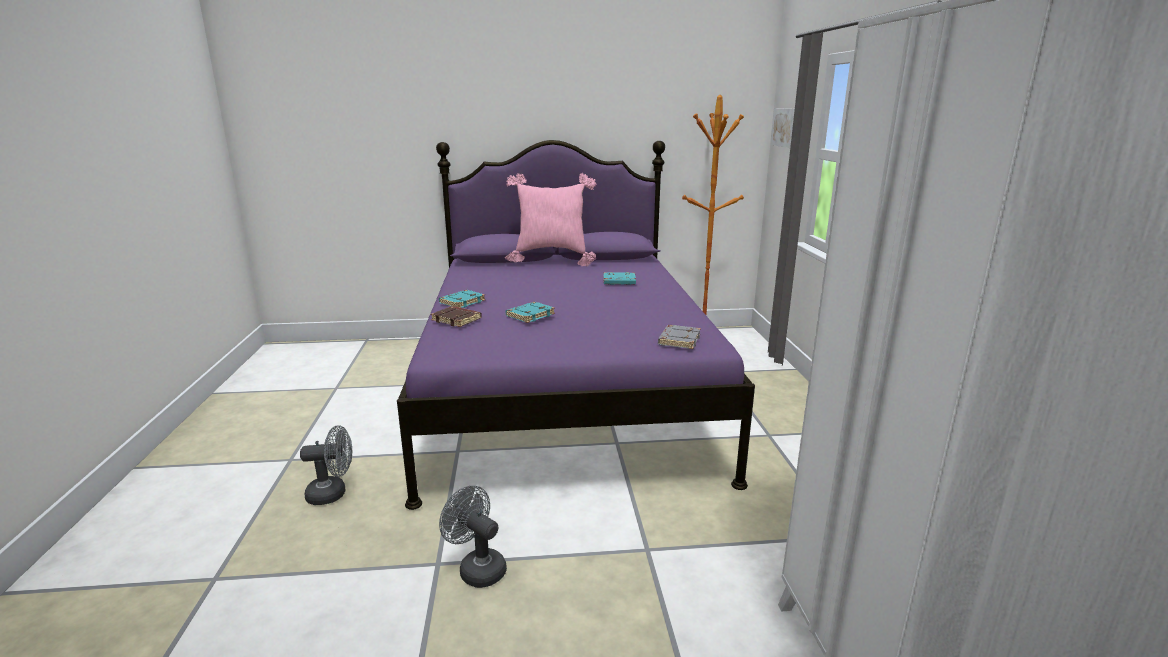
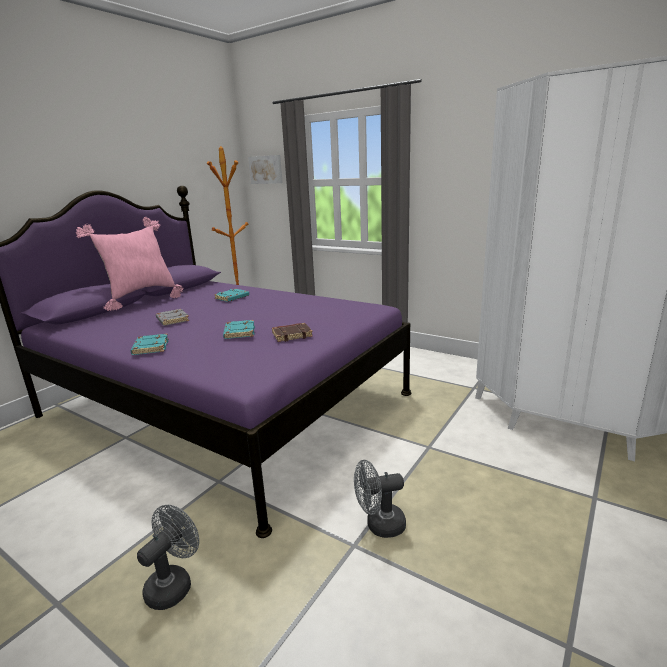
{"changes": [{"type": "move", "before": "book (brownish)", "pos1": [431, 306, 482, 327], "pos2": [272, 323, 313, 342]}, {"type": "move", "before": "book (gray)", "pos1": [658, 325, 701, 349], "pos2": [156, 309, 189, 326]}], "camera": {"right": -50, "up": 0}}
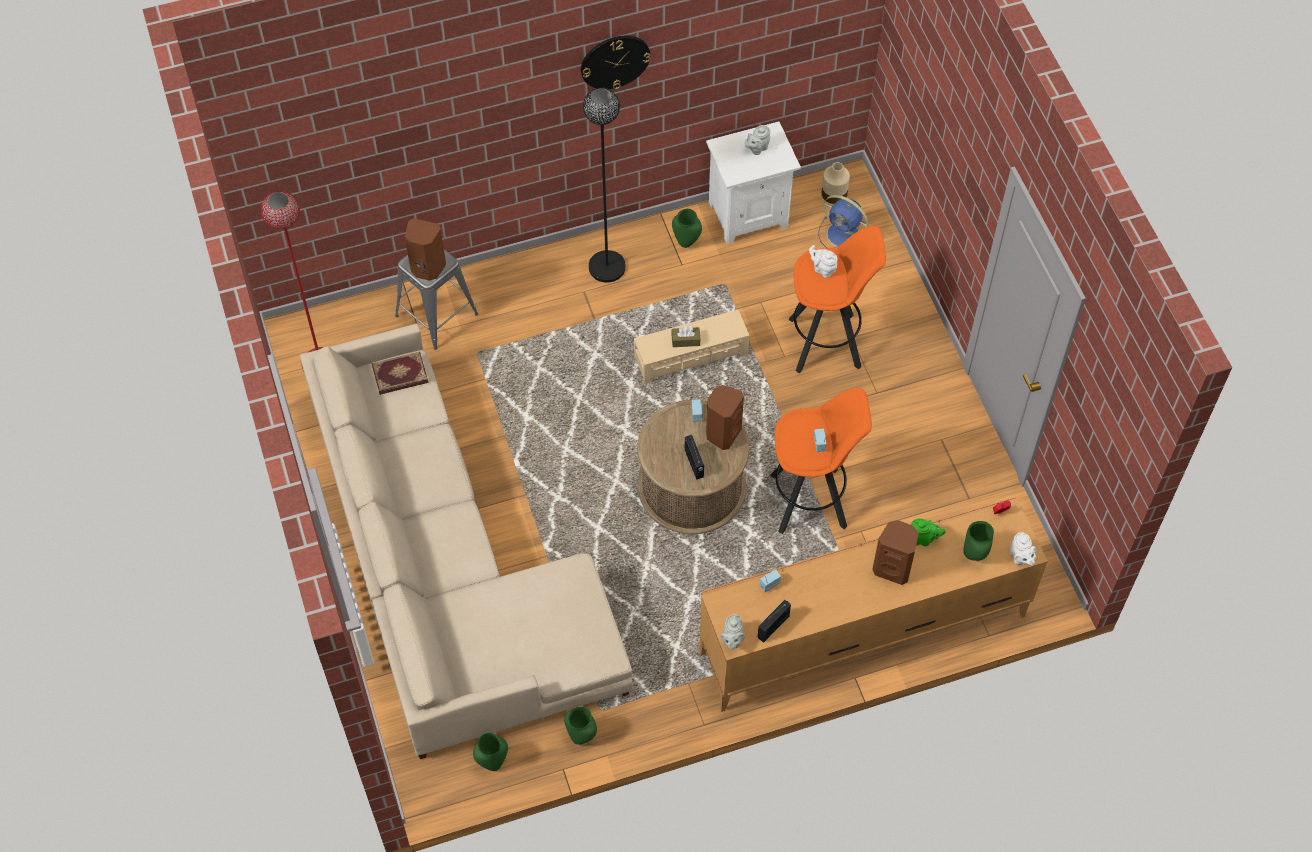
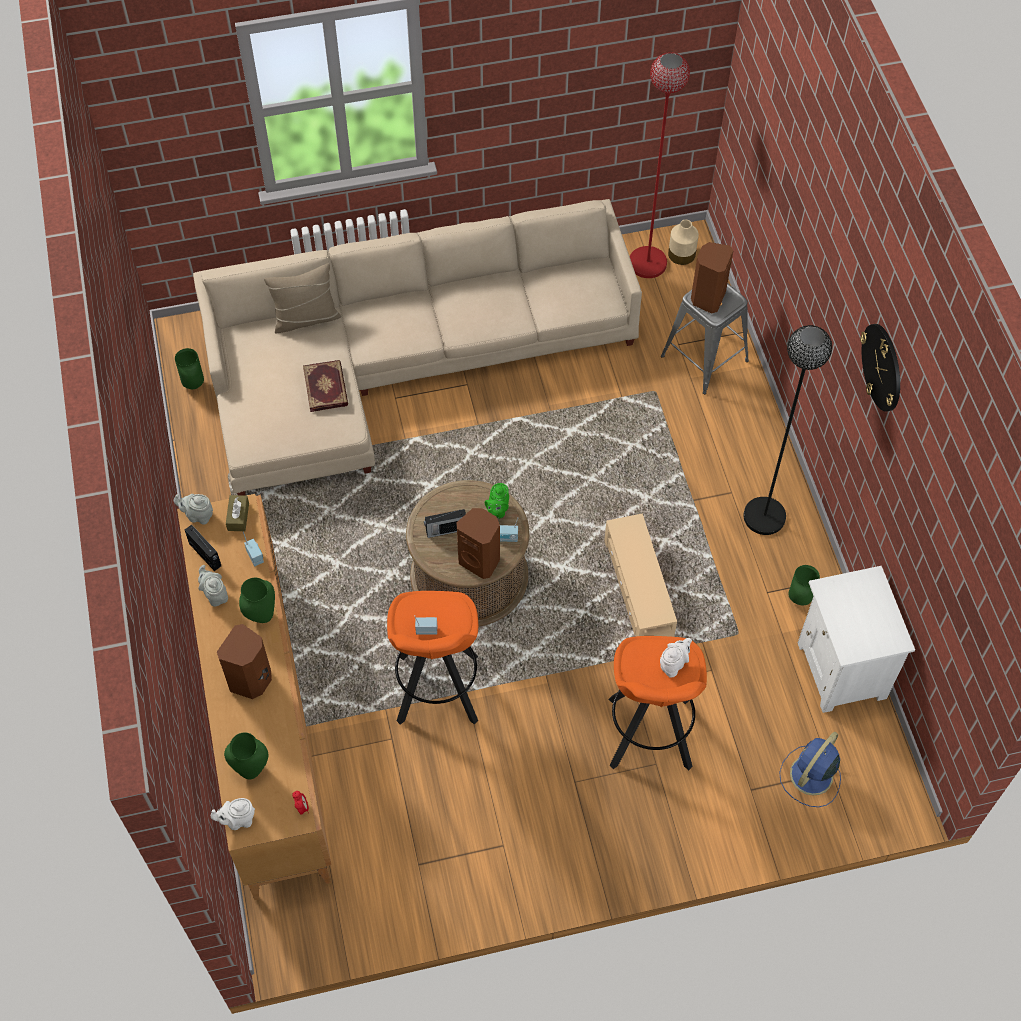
{"changes": [{"type": "move", "before": "book", "pos1": [371, 352, 428, 395], "pos2": [303, 360, 348, 412]}, {"type": "move", "before": "vase (greenish)", "pos1": [564, 707, 597, 745], "pos2": [239, 578, 275, 623]}, {"type": "move", "before": "tissue box (brownish)", "pos1": [671, 326, 701, 347], "pos2": [226, 495, 249, 531]}, {"type": "move", "before": "teapot (gray)", "pos1": [745, 125, 770, 155], "pos2": [198, 565, 228, 607]}, {"type": "move", "before": "vase (sand-coloured)", "pos1": [821, 162, 850, 204], "pos2": [668, 220, 699, 265]}, {"type": "move", "before": "teapot (greenish)", "pos1": [911, 518, 946, 546], "pos2": [485, 483, 509, 519]}, {"type": "insert", "after": "pillow (sand-coloured)", "pos2": [264, 263, 341, 333]}], "camera": {"right": 95, "up": 0}}
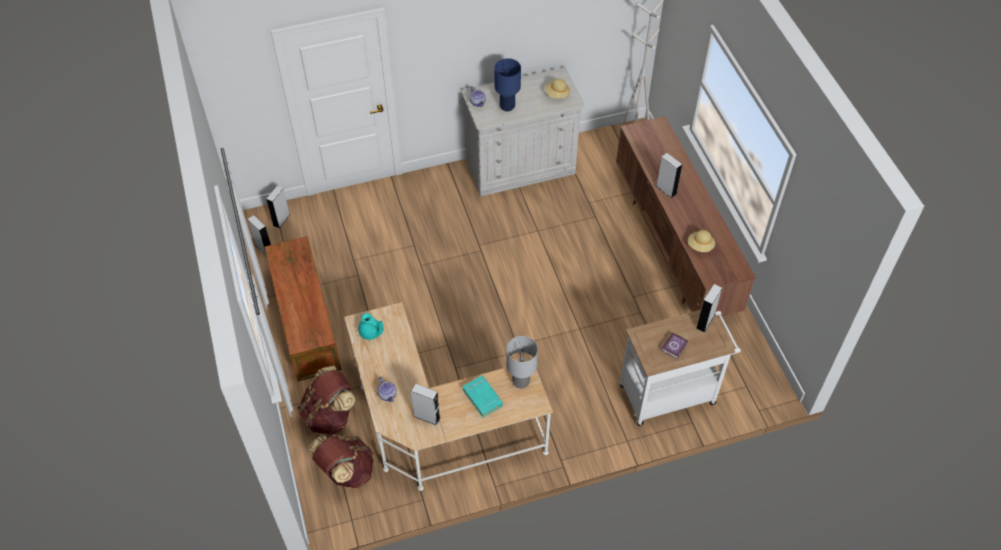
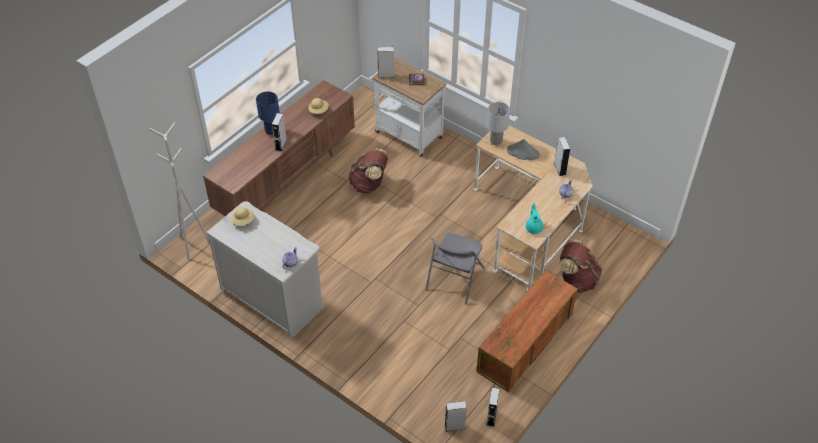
{"changes": [{"type": "move", "before": "knapsack (brownish)", "pos1": [307, 435, 373, 488], "pos2": [348, 148, 388, 193]}, {"type": "replace", "before": "book (turquoise)", "after": "hat (gray)", "pos1": [462, 376, 503, 418], "pos2": [507, 139, 540, 160]}, {"type": "move", "before": "table lamp (bluish)", "pos1": [494, 58, 521, 111], "pos2": [256, 92, 280, 135]}, {"type": "insert", "after": "upright chair (gray)", "pos2": [425, 233, 485, 304]}], "camera": {"right": -125, "up": -5}}
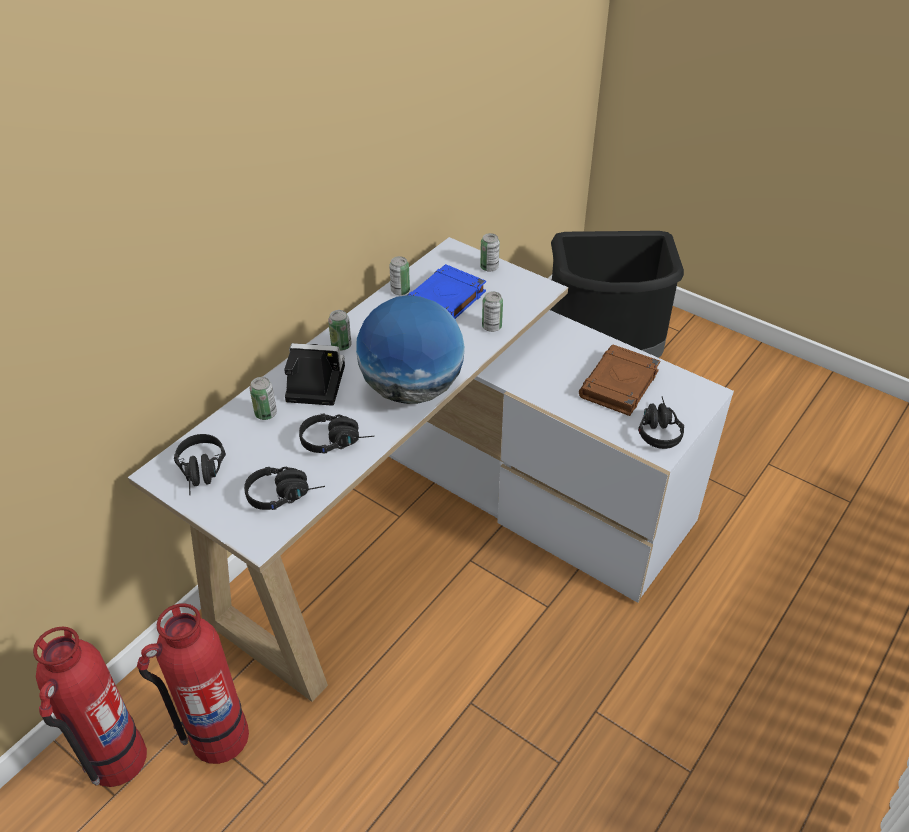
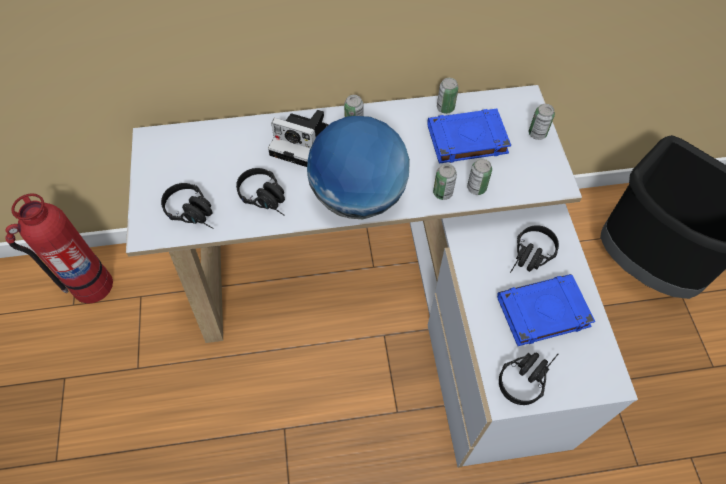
{"changes": [{"type": "delete", "before": "extinguisher", "pos1": [137, 603, 249, 764]}, {"type": "move", "before": "headphones (black-coloured)", "pos1": [174, 434, 226, 495], "pos2": [510, 225, 559, 273]}, {"type": "move", "before": "can", "pos1": [250, 377, 277, 420], "pos2": [433, 164, 457, 200]}, {"type": "rotate", "before": "photo camera", "pos1": [284, 343, 345, 406], "pos2": [268, 110, 329, 167], "turn": 150}, {"type": "recolor", "before": "book (brownish)", "after": "book (bluish)", "pos1": [579, 345, 660, 416], "pos2": [497, 274, 595, 346]}], "camera": {"right": 45, "up": 15}}
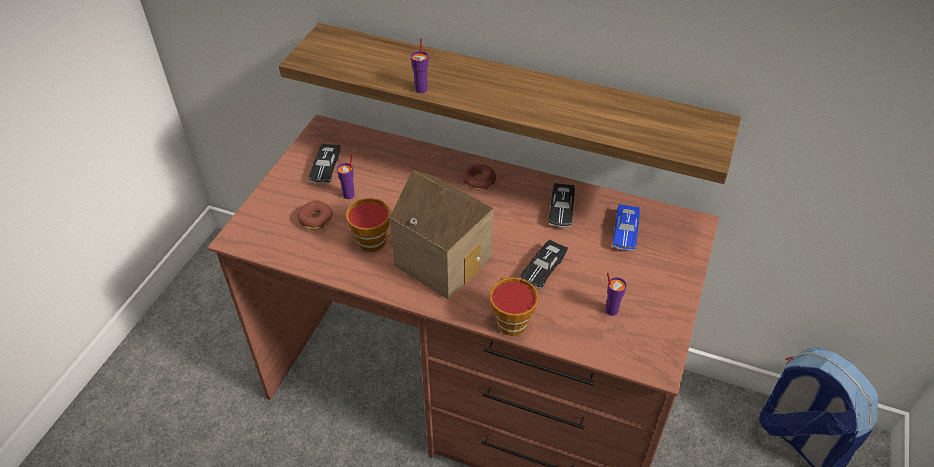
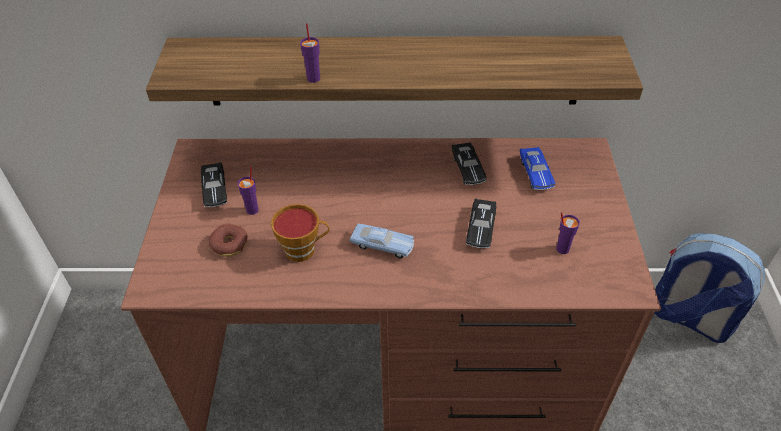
{"changes": [{"type": "replace", "before": "toy house", "after": "toy car (bluish)", "pos1": [389, 170, 493, 300], "pos2": [349, 224, 414, 258]}, {"type": "delete", "before": "doughnut", "pos1": [462, 164, 496, 190]}, {"type": "delete", "before": "drinking cup", "pos1": [490, 277, 539, 336]}], "camera": {"right": -20, "up": 0}}
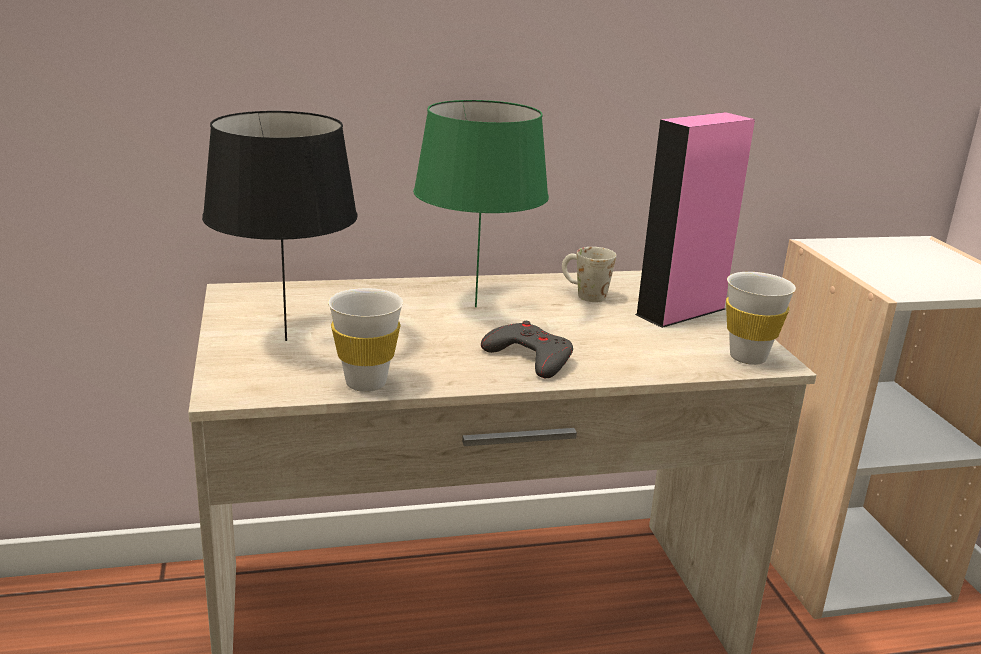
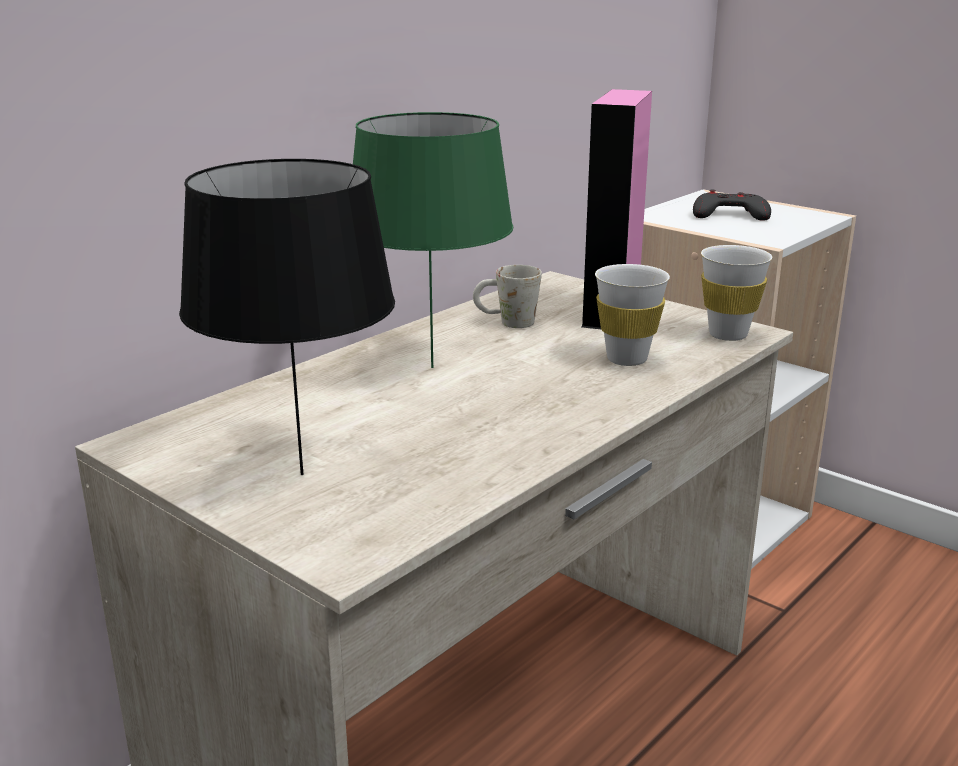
{"changes": [{"type": "move", "before": "drinking cup (whitish)", "pos1": [328, 288, 403, 392], "pos2": [595, 264, 670, 366]}, {"type": "move", "before": "game controller (gray)", "pos1": [481, 321, 573, 378], "pos2": [693, 189, 771, 221]}], "camera": {"right": -35, "up": 0}}
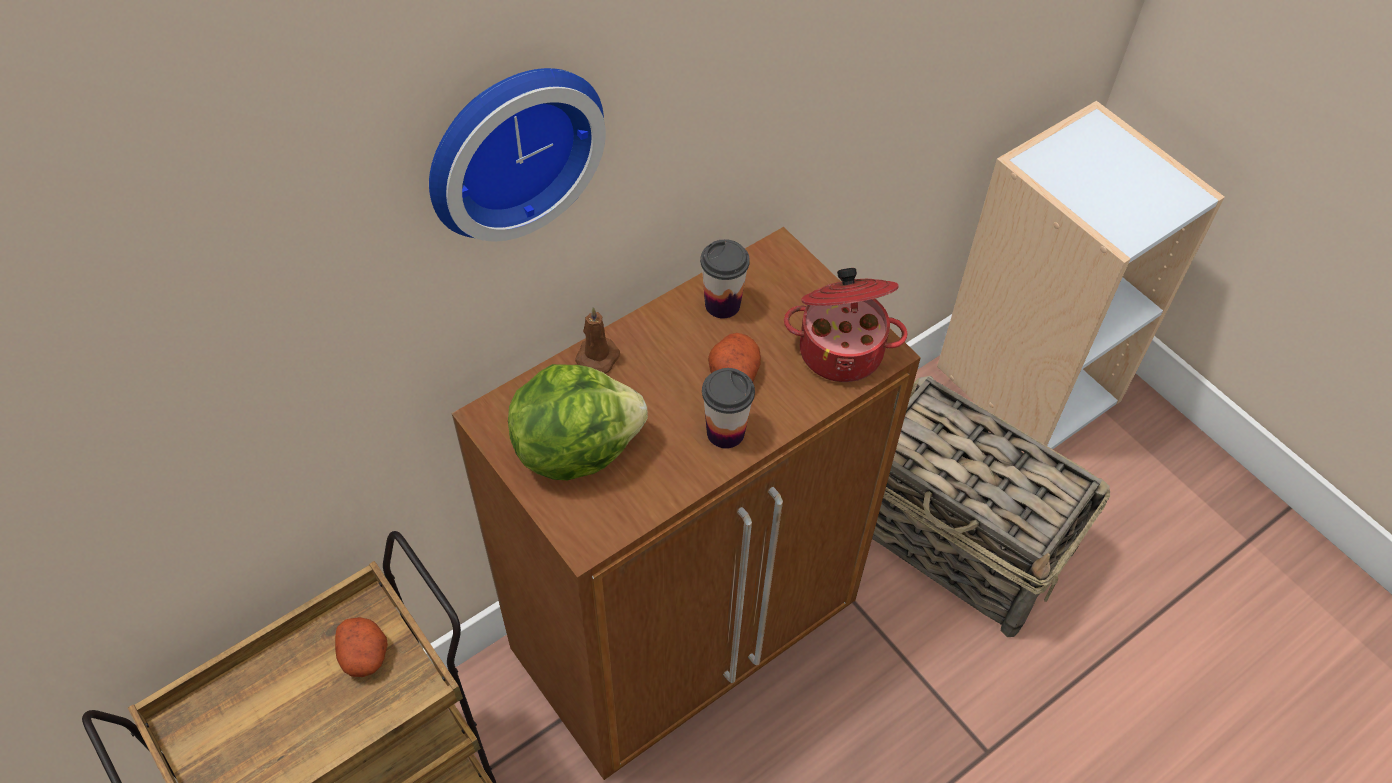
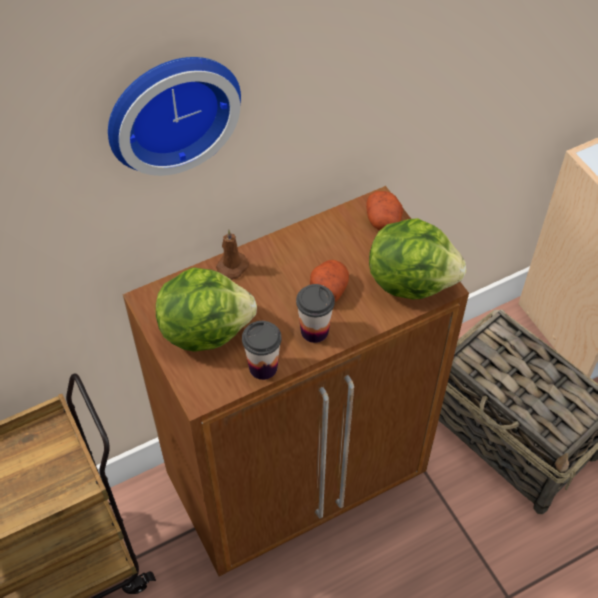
{"changes": [{"type": "move", "before": "whole potato", "pos1": [335, 617, 388, 677], "pos2": [366, 191, 403, 230]}, {"type": "move", "before": "drinking cup", "pos1": [700, 239, 750, 318], "pos2": [242, 321, 282, 380]}, {"type": "replace", "before": "cooking pot", "after": "lettuce", "pos1": [784, 268, 908, 382], "pos2": [369, 218, 466, 299]}], "camera": {"right": 10, "up": 0}}
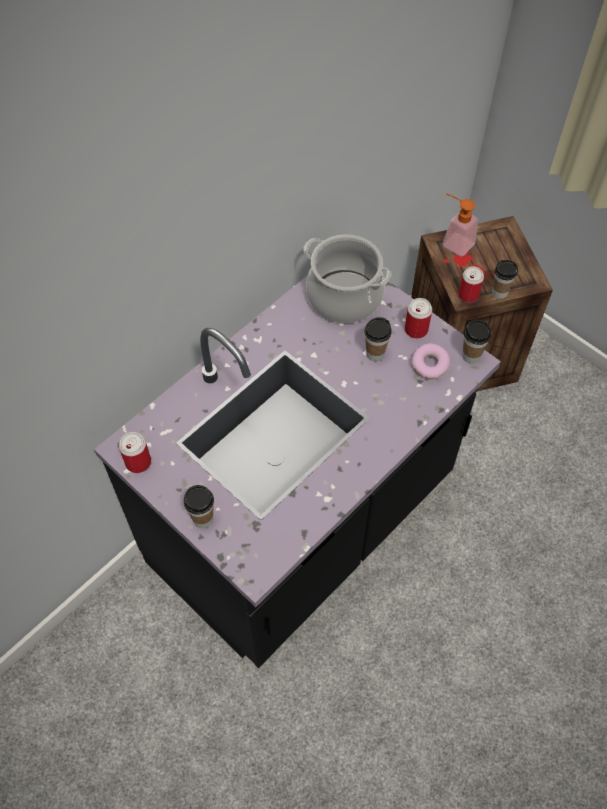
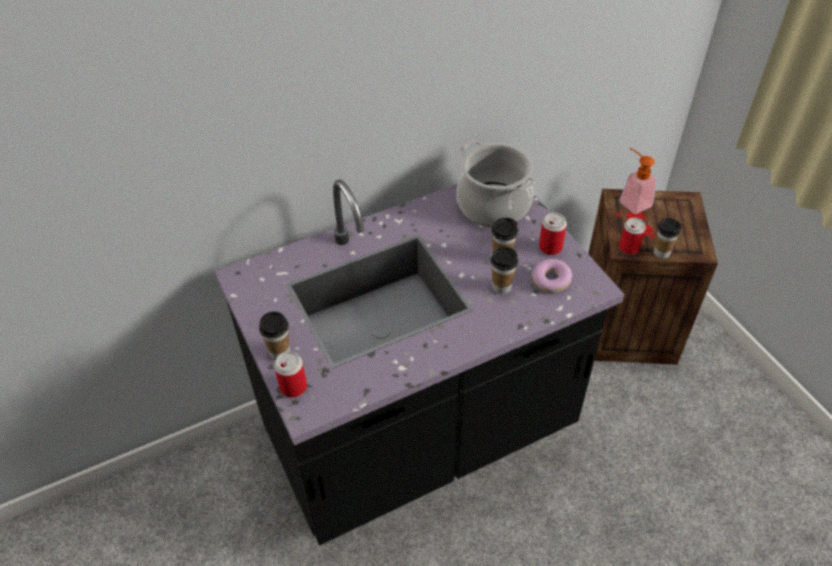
{"changes": [{"type": "move", "before": "can", "pos1": [119, 432, 151, 473], "pos2": [274, 351, 307, 398]}, {"type": "move", "before": "drinking cup", "pos1": [462, 320, 491, 364], "pos2": [491, 247, 518, 294]}], "camera": {"right": 20, "up": -10}}
